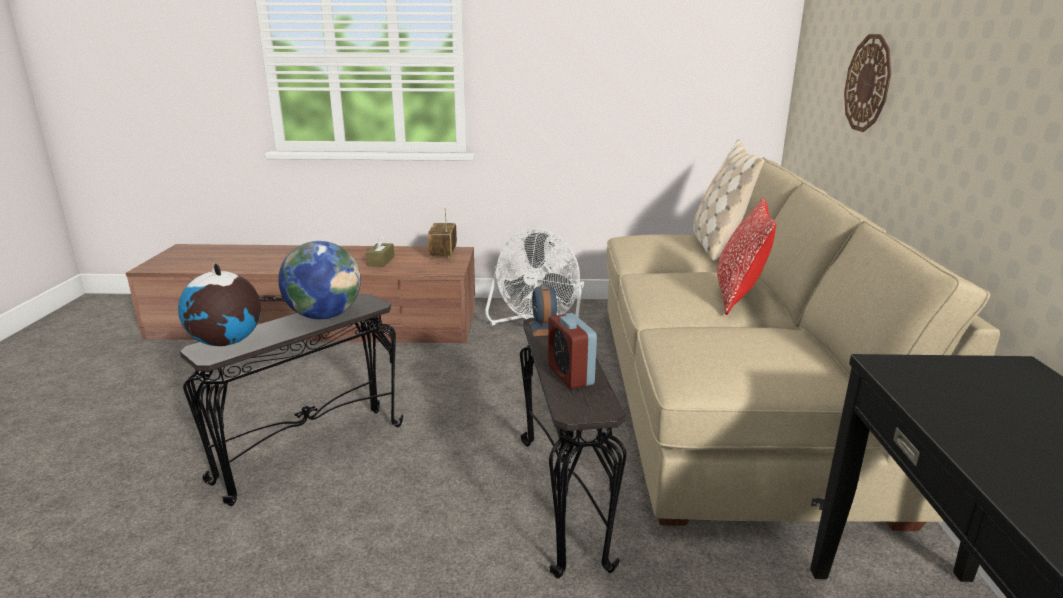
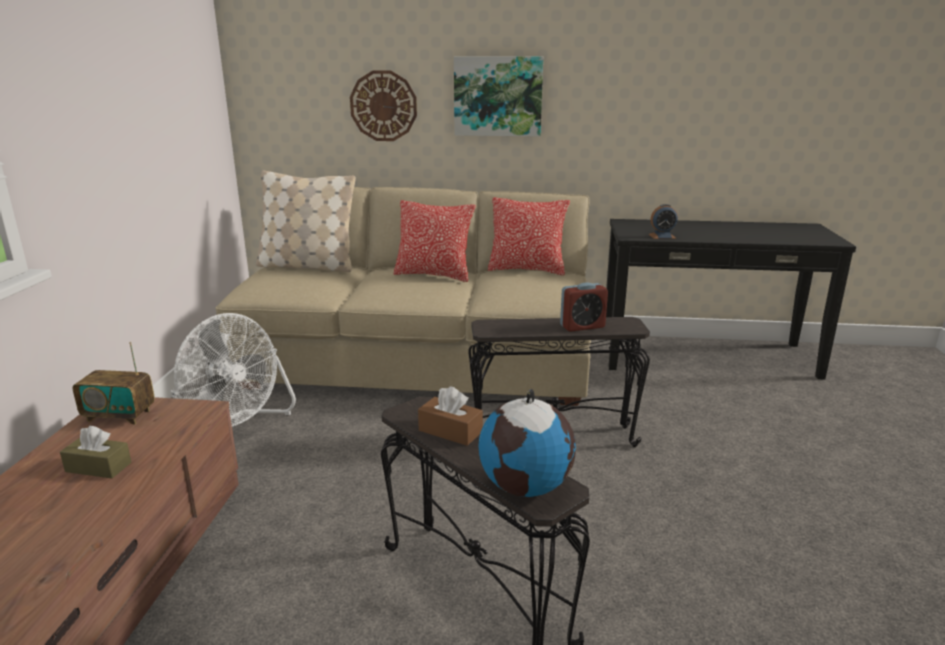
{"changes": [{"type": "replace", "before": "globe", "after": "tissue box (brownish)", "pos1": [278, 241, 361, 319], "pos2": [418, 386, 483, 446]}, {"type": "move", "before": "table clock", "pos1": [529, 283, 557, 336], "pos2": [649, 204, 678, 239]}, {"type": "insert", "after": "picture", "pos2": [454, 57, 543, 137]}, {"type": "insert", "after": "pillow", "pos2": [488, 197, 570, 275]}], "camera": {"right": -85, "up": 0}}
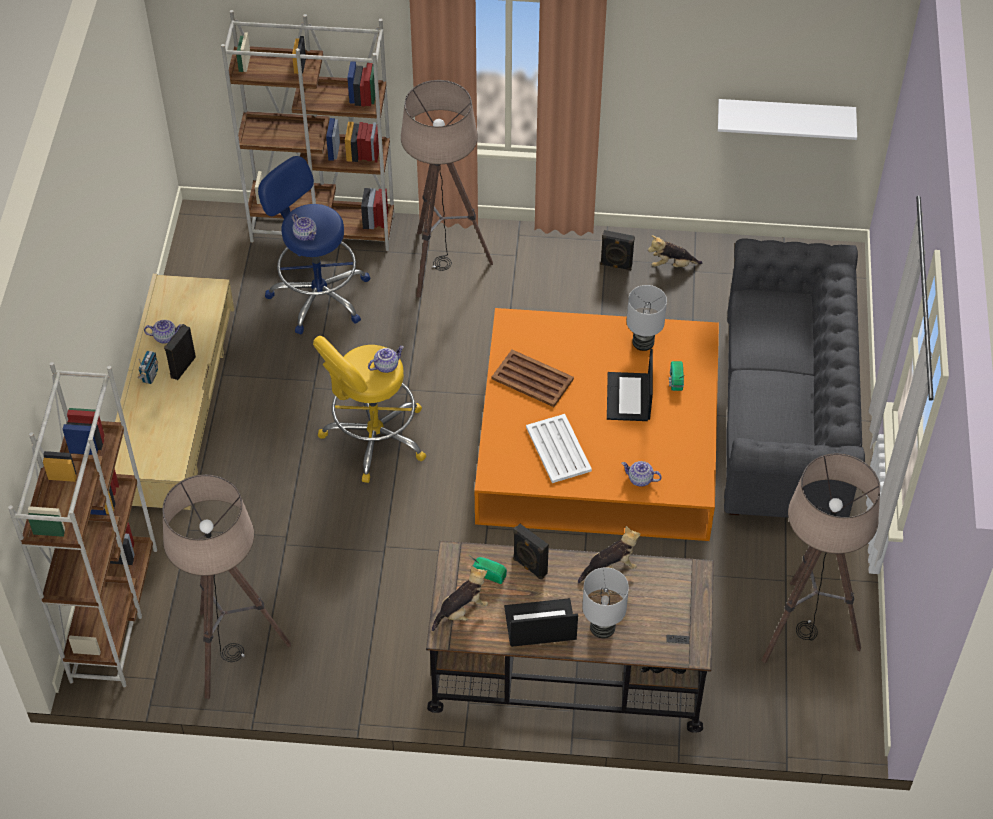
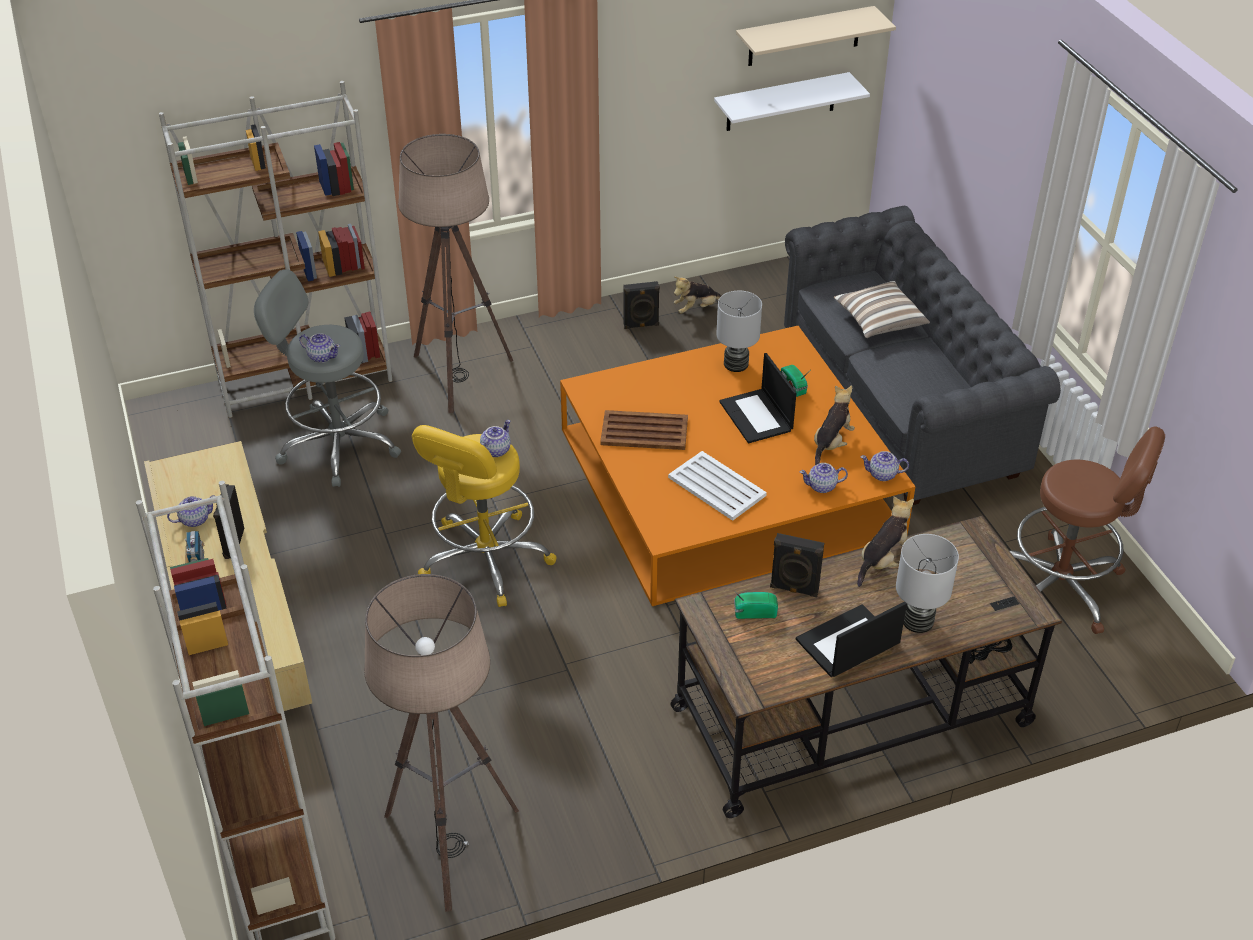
{"changes": [{"type": "recolor", "before": "stool seat (bluish)", "after": "stool seat (gray)", "pos1": [258, 156, 370, 335], "pos2": [254, 269, 401, 487]}, {"type": "move", "before": "cuddly toy", "pos1": [432, 565, 488, 631], "pos2": [814, 386, 855, 465]}, {"type": "replace", "before": "standard lamp", "after": "stool seat (brownish)", "pos1": [762, 453, 880, 663], "pos2": [1009, 426, 1165, 634]}, {"type": "insert", "after": "shelf (sand-coloured)", "pos2": [736, 6, 896, 66]}, {"type": "insert", "after": "pillow", "pos2": [834, 281, 930, 338]}, {"type": "insert", "after": "teapot", "pos2": [861, 451, 909, 481]}], "camera": {"right": -25, "up": -10}}
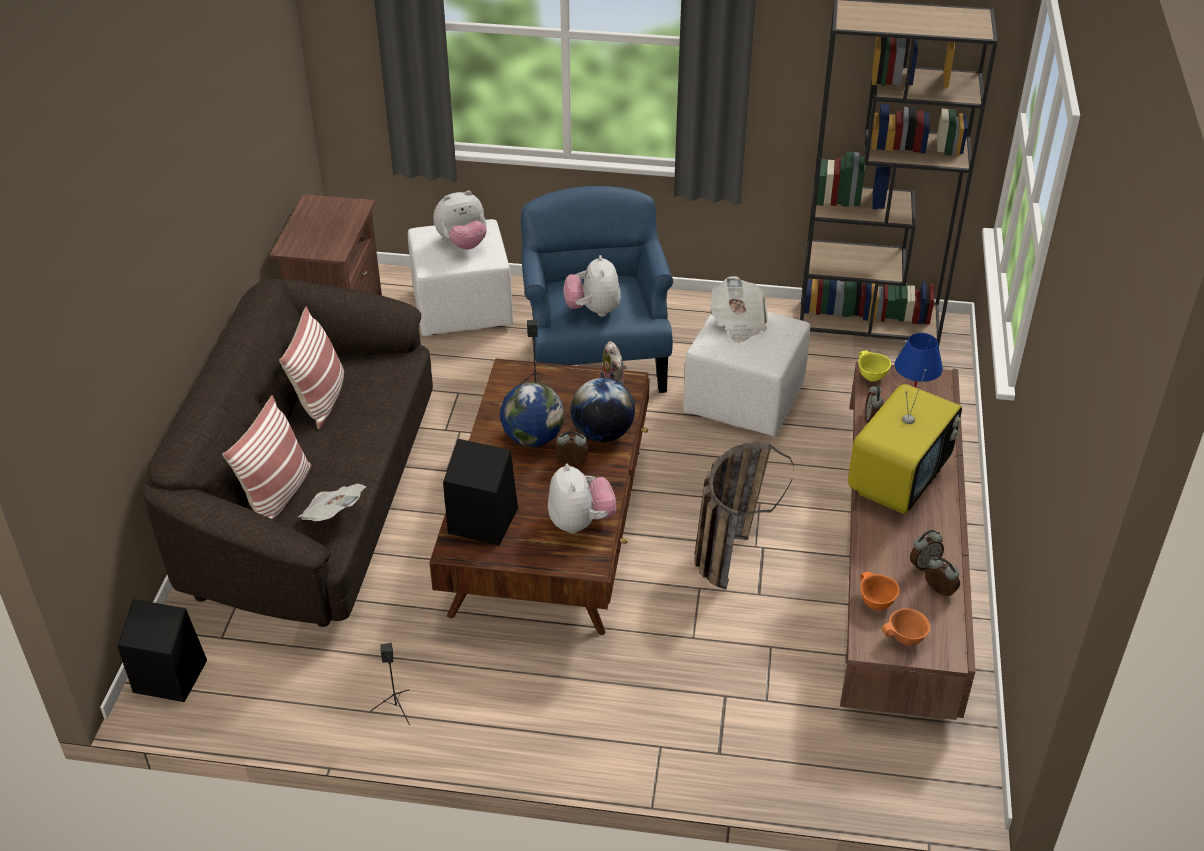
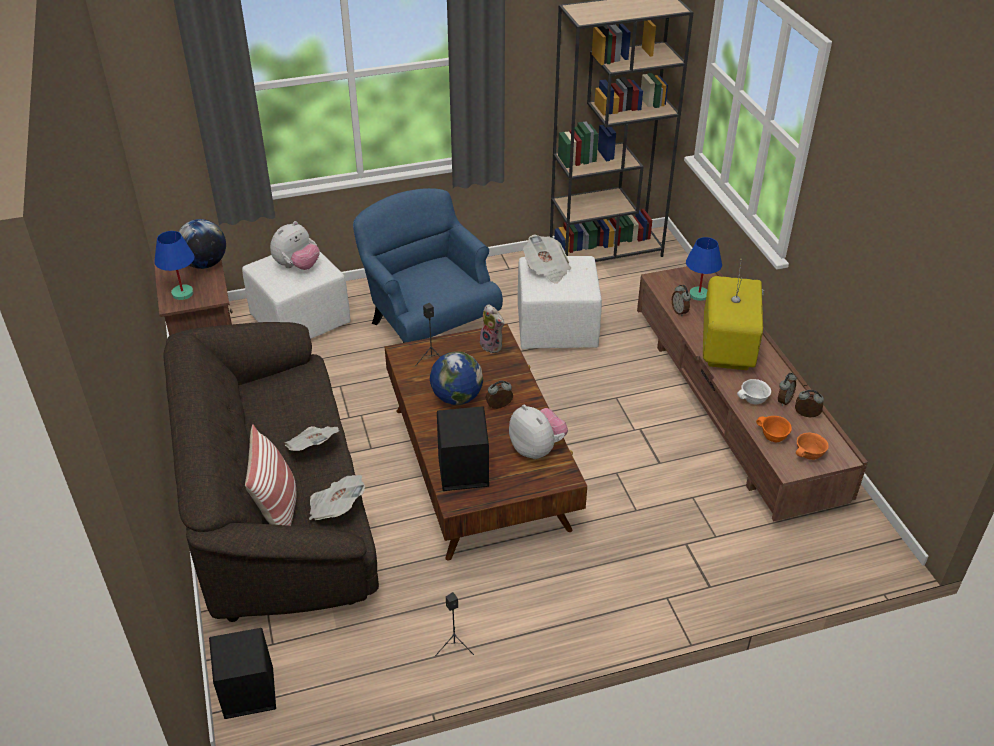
{"changes": [{"type": "delete", "before": "pillow", "pos1": [279, 307, 344, 429]}, {"type": "delete", "before": "cuddly toy", "pos1": [564, 255, 621, 317]}, {"type": "move", "before": "globe", "pos1": [571, 378, 635, 442], "pos2": [178, 219, 226, 269]}, {"type": "delete", "before": "household basket", "pos1": [694, 442, 794, 590]}, {"type": "delete", "before": "bowl (yellow-coloured)", "pos1": [858, 350, 891, 382]}, {"type": "insert", "after": "table lamp (bluish)", "pos2": [154, 231, 194, 300]}, {"type": "insert", "after": "newspaper", "pos2": [285, 426, 339, 451]}, {"type": "insert", "after": "bowl (whitish)", "pos2": [737, 379, 771, 405]}], "camera": {"right": -25, "up": 0}}
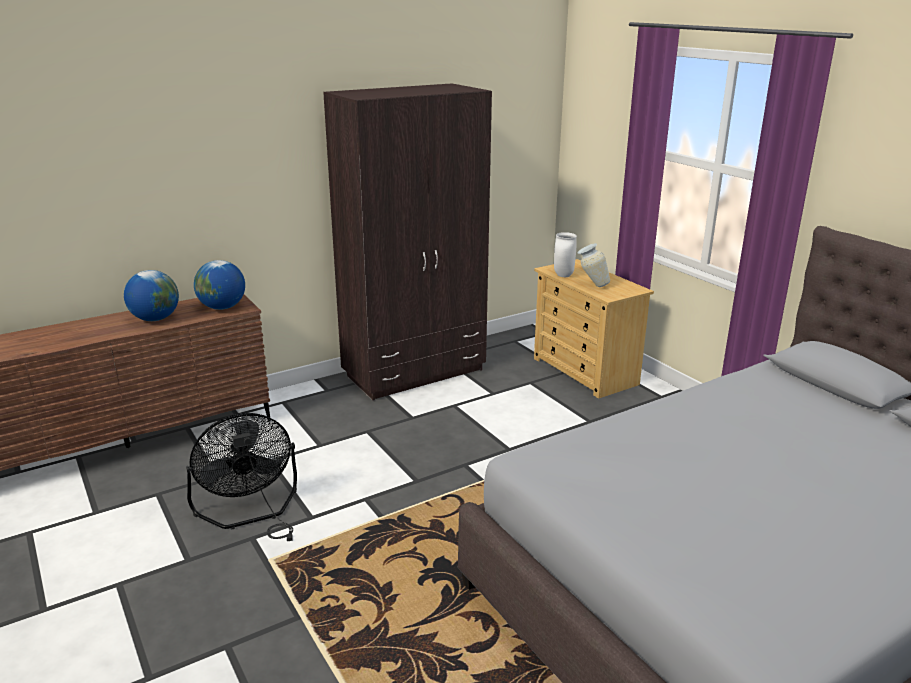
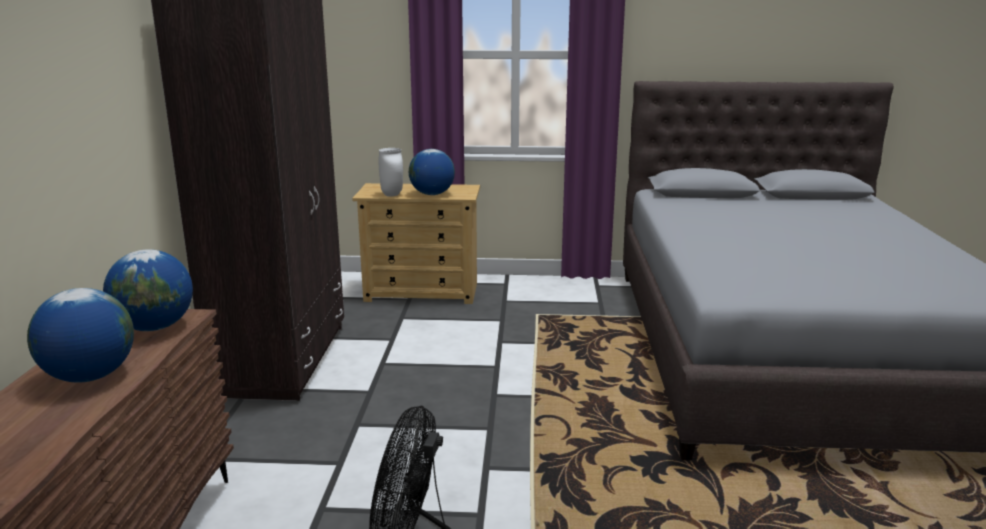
{"changes": [{"type": "replace", "before": "vase", "after": "globe", "pos1": [577, 243, 610, 287], "pos2": [409, 149, 455, 195]}], "camera": {"right": -55, "up": -5}}
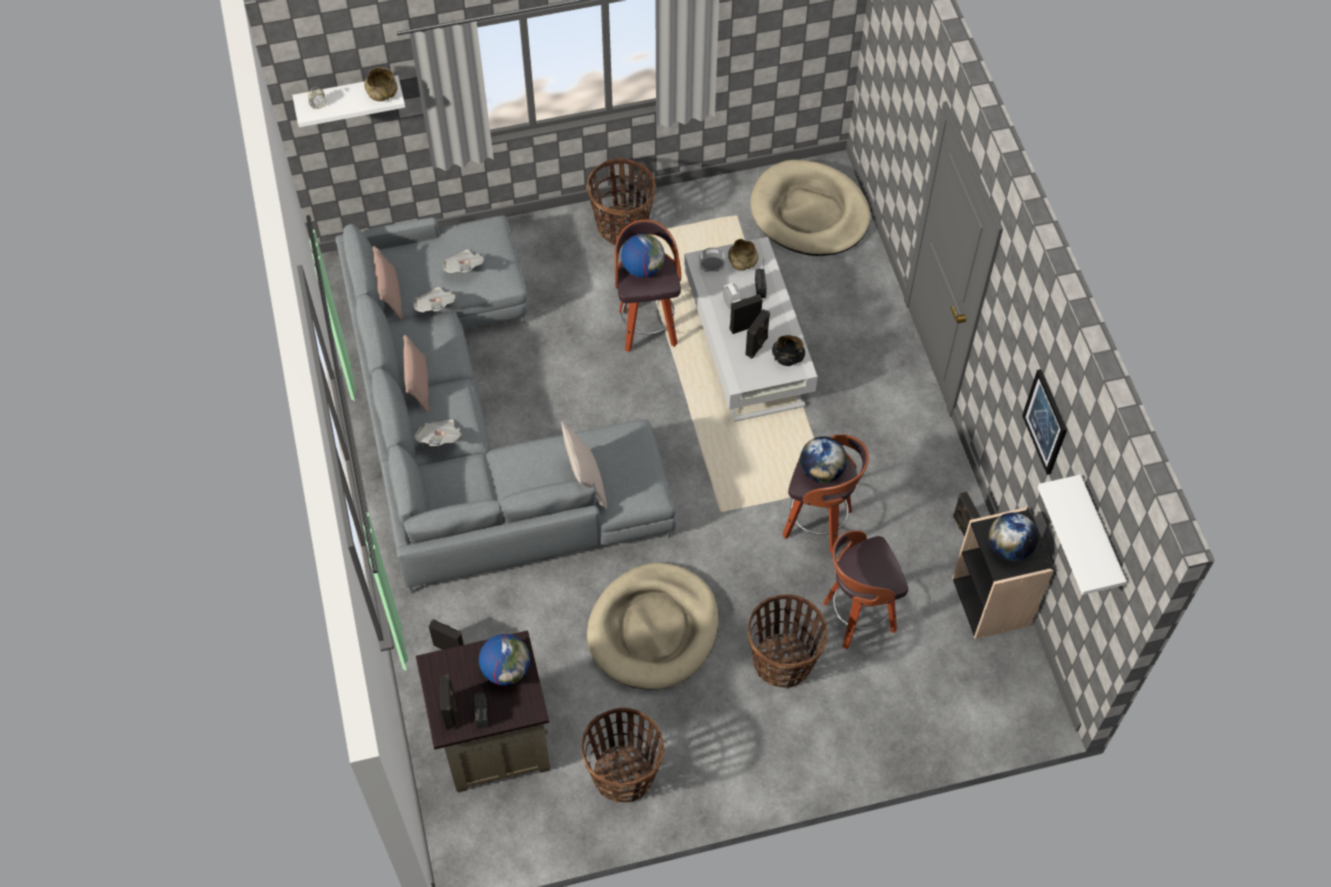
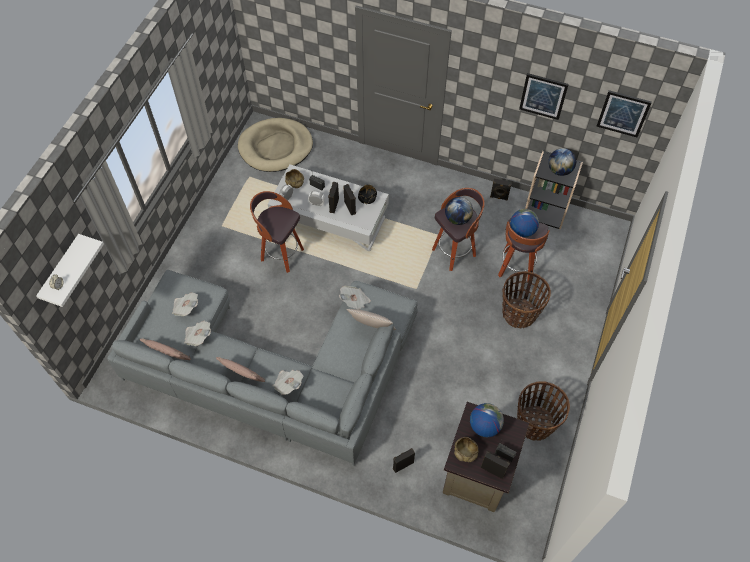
{"changes": [{"type": "move", "before": "bowl (sand-coloured)", "pos1": [364, 67, 397, 101], "pos2": [454, 437, 479, 462]}, {"type": "delete", "before": "household basket", "pos1": [587, 158, 656, 246]}, {"type": "delete", "before": "pet bed (sand-coloured)", "pos1": [587, 562, 718, 690]}, {"type": "move", "before": "globe", "pos1": [621, 234, 665, 278], "pos2": [510, 209, 539, 237]}, {"type": "replace", "before": "shelf (whitish)", "after": "picture", "pos1": [1038, 475, 1127, 595], "pos2": [596, 90, 652, 137]}, {"type": "insert", "after": "newspaper", "pos2": [339, 286, 371, 310]}], "camera": {"right": -55, "up": 0}}
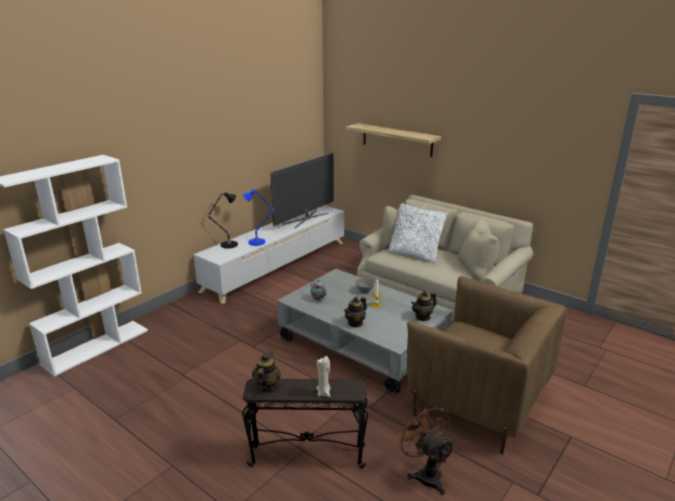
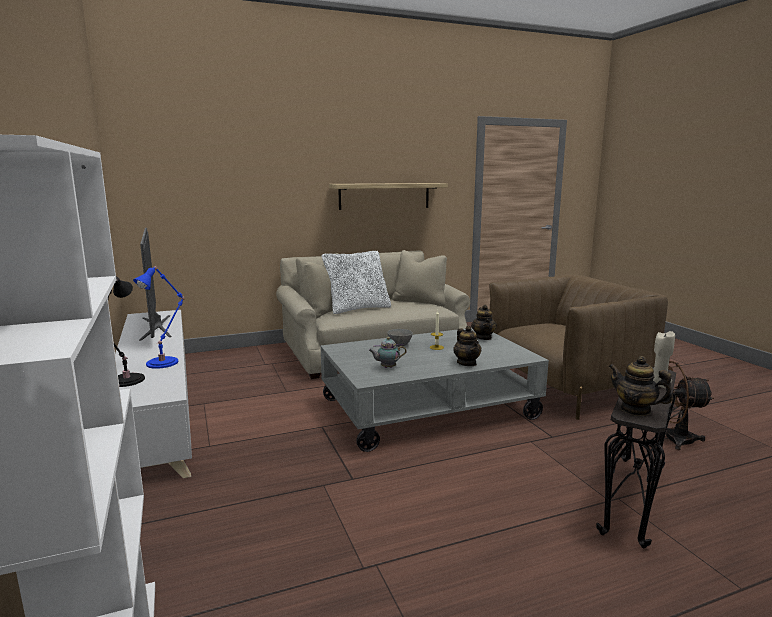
{"changes": [{"type": "move", "before": "shelf", "pos1": [346, 123, 441, 157], "pos2": [329, 183, 448, 210]}], "camera": {"right": -60, "up": -10}}
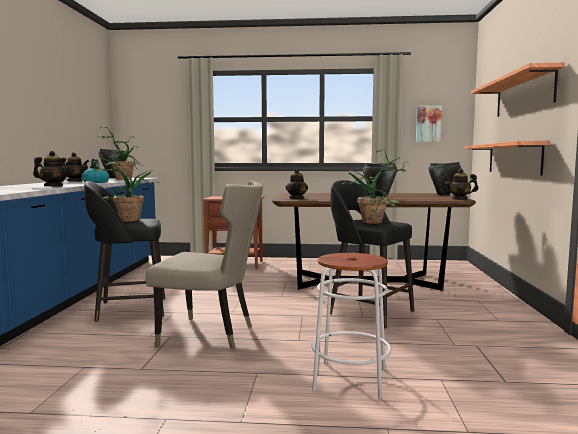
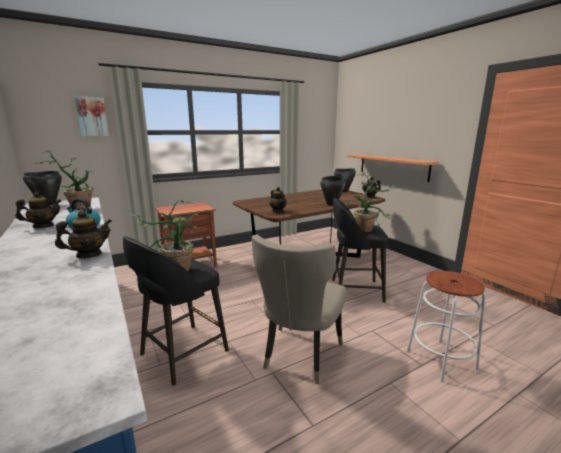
{"changes": [{"type": "rotate", "before": "upright chair (sand-coloured)", "pos1": [145, 181, 263, 349], "pos2": [252, 234, 347, 384], "turn": 135}, {"type": "move", "before": "picture", "pos1": [416, 105, 442, 142], "pos2": [75, 96, 109, 136]}, {"type": "delete", "before": "shelf", "pos1": [471, 63, 565, 117]}], "camera": {"right": -35, "up": 10}}
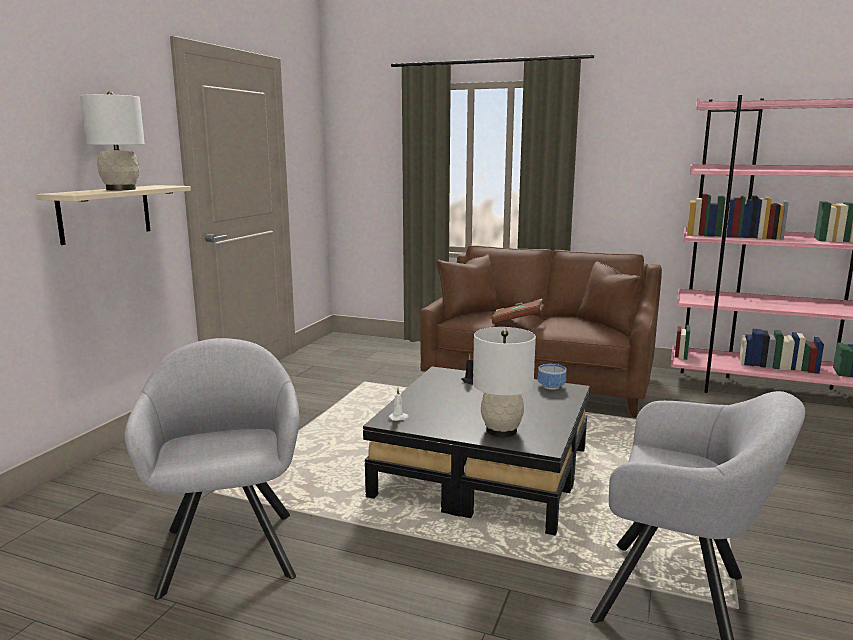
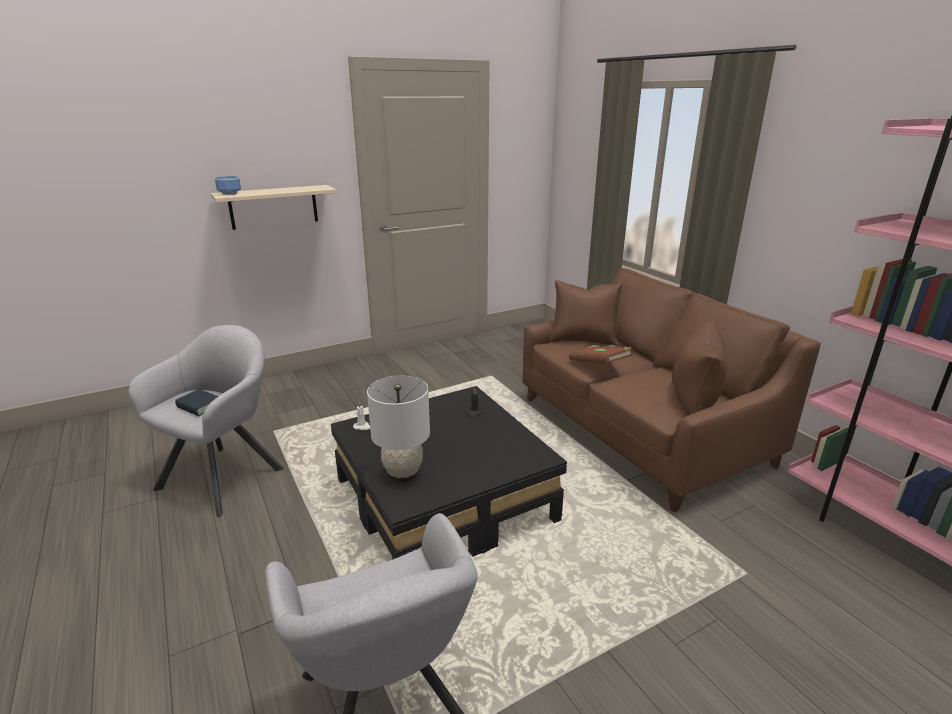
{"changes": [{"type": "delete", "before": "table lamp (whitish)", "pos1": [80, 91, 145, 190]}, {"type": "move", "before": "bowl", "pos1": [538, 364, 566, 390], "pos2": [215, 176, 241, 195]}, {"type": "insert", "after": "book", "pos2": [175, 389, 218, 416]}], "camera": {"right": 40, "up": 10}}
